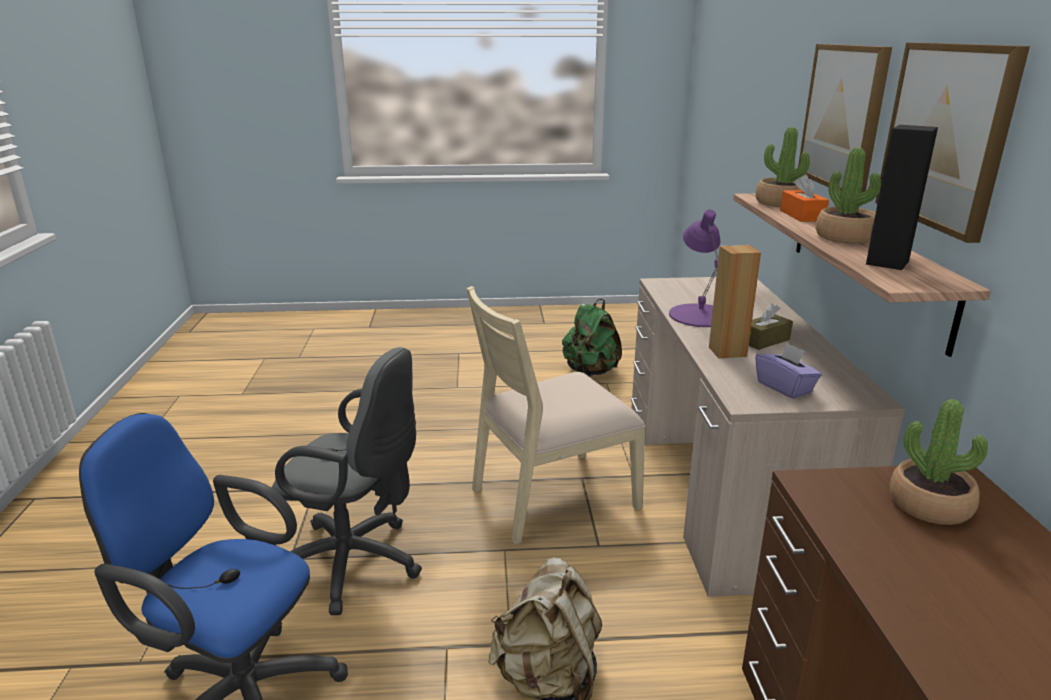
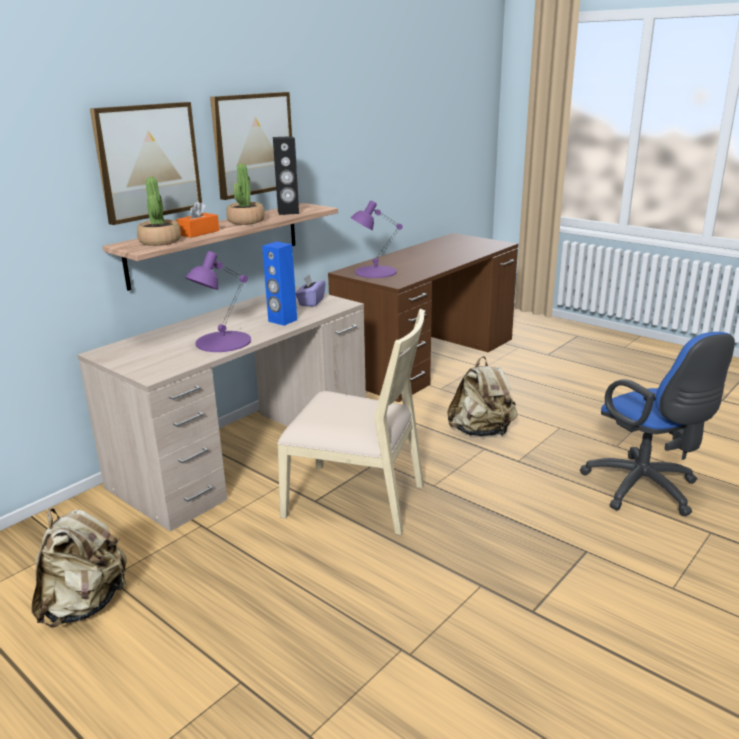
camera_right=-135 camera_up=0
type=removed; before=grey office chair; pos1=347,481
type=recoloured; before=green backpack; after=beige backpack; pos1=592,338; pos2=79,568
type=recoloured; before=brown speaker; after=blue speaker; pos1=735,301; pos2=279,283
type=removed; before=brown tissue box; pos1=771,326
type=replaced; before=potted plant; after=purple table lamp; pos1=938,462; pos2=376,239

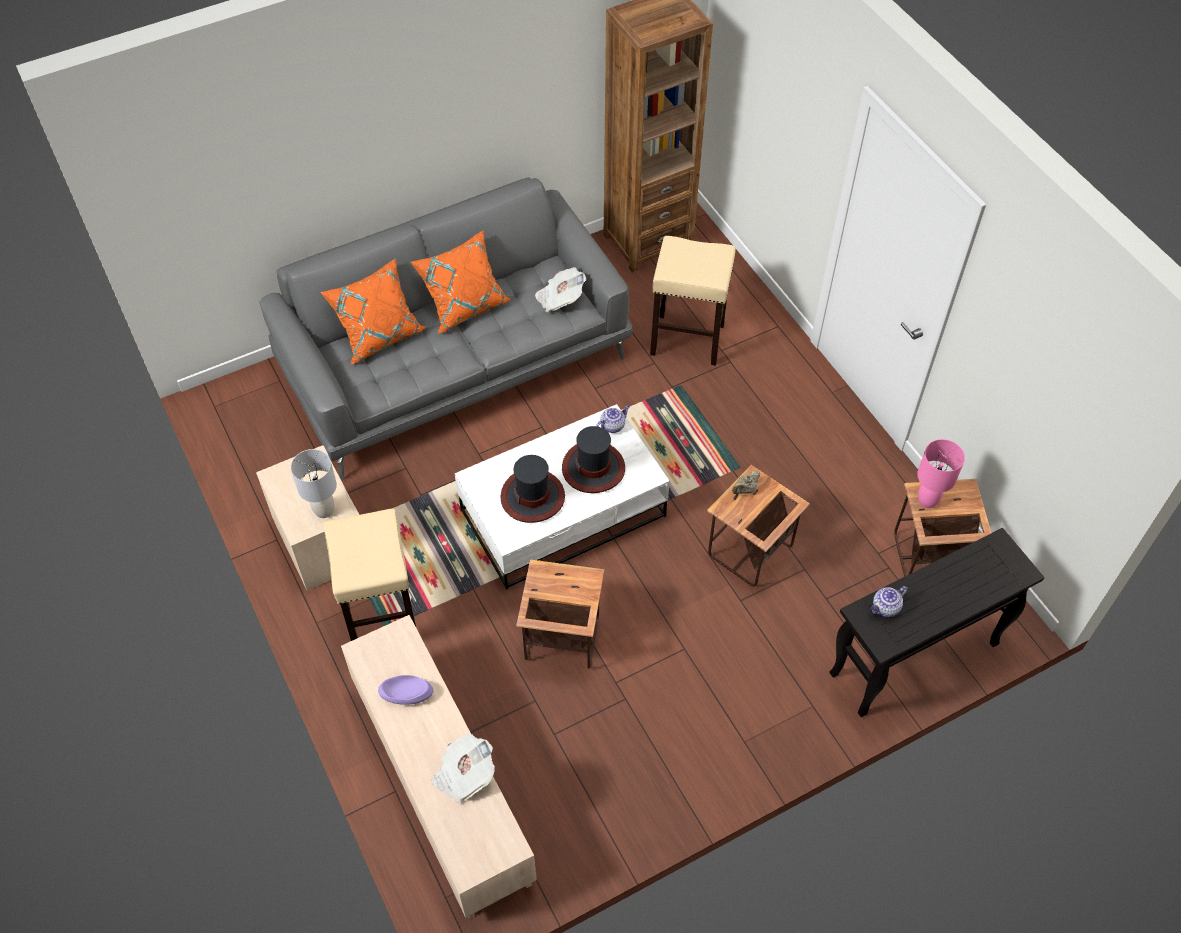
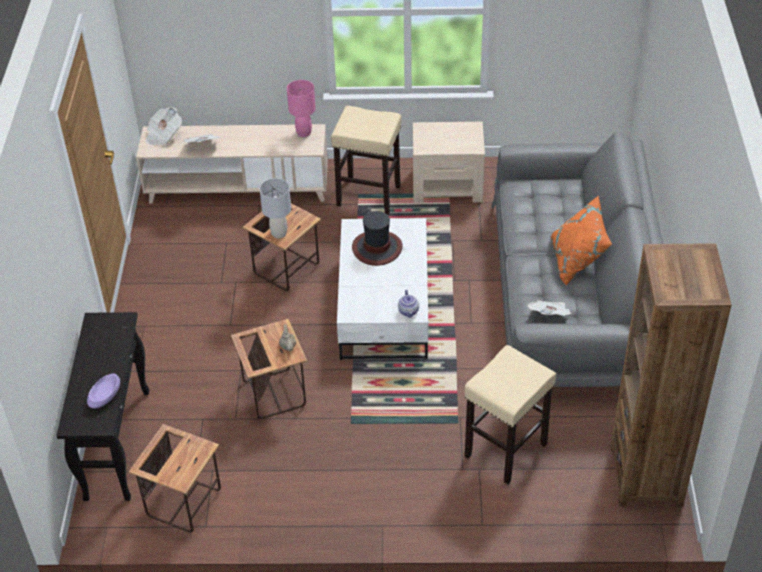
camera_right=120 camera_up=-10
type=moved; before=grey table lamp; pos1=314,483; pos2=275,208
type=removed; before=orange pillow; pos1=373,312
type=moved; before=purple bowl; pos1=405,690; pos2=103,391
type=removed; before=hat; pos1=593,459
type=removed; before=teapot; pos1=889,601
type=moved; before=pink table lamp; pos1=941,473; pos2=301,108
type=added; after=newspaper; pos2=163,126

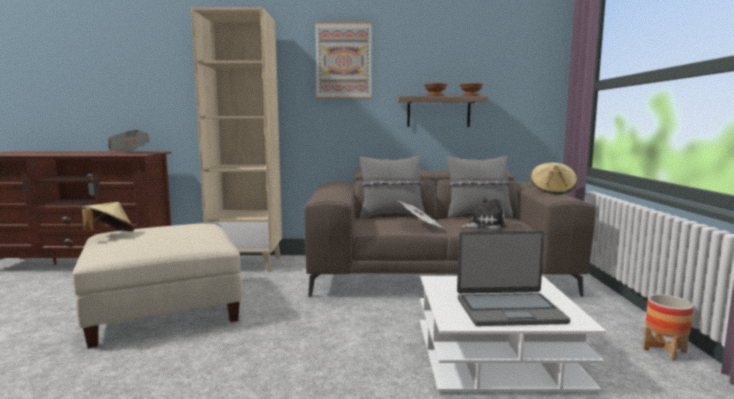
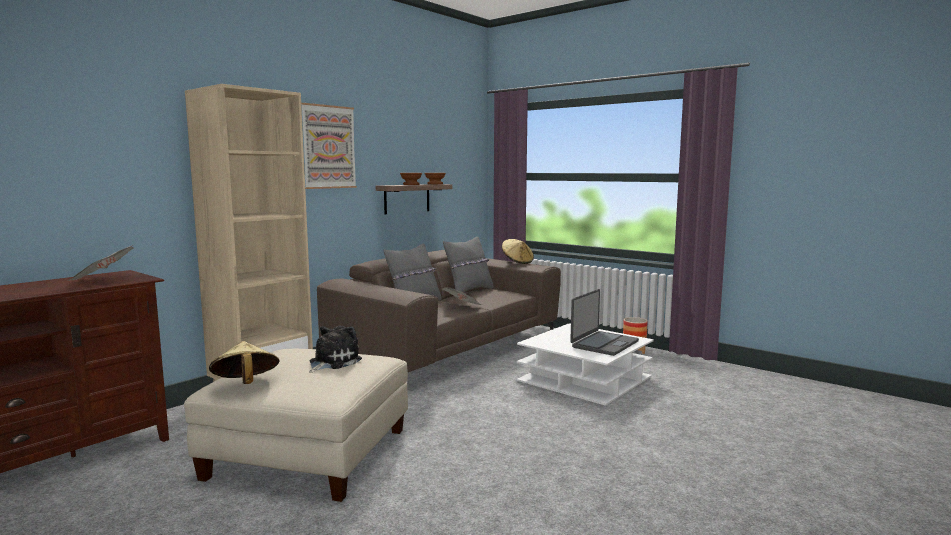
camera_right=-50 camera_up=0
type=moved; before=plush toy; pos1=483,213; pos2=335,349

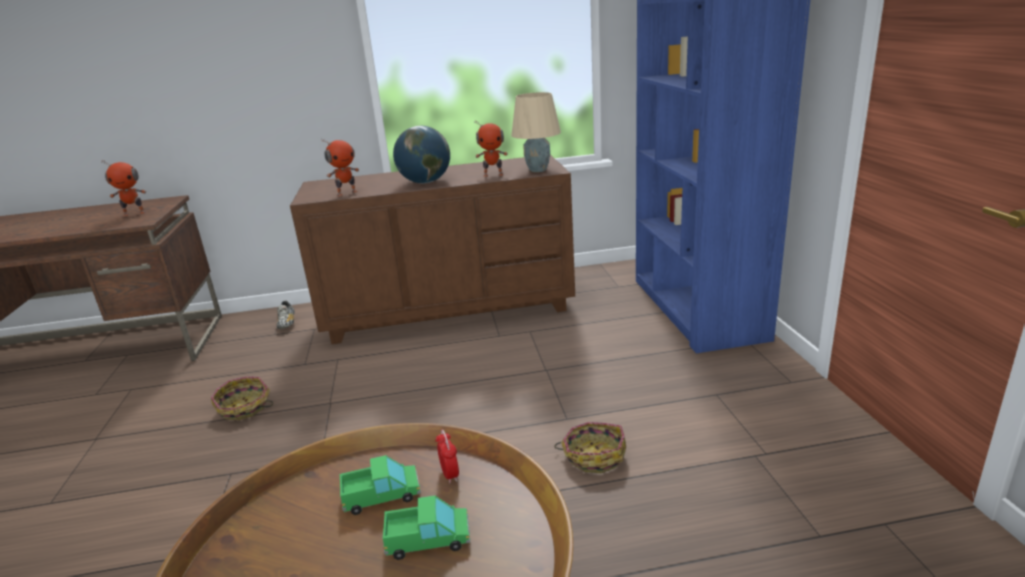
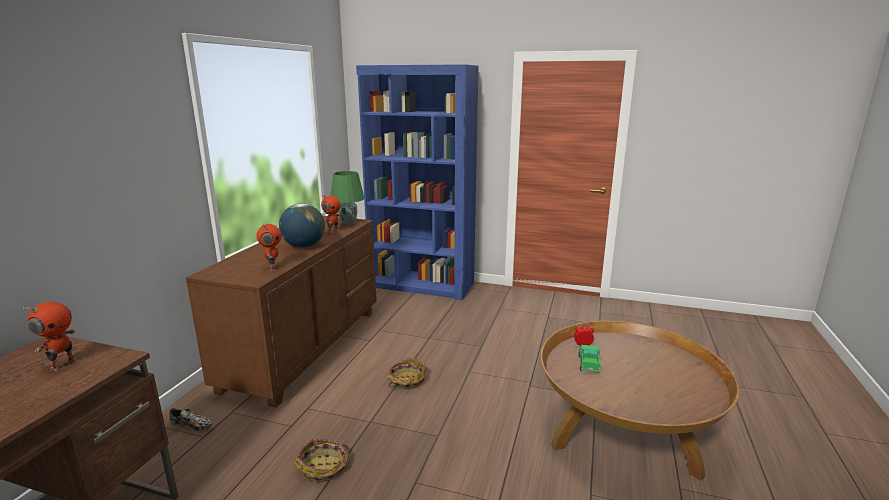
camera_right=-65 camera_up=-5
type=removed; before=toy truck; pos1=426,527
type=recoloured; before=beige table lamp; after=green table lamp; pos1=536,132; pos2=347,198
type=moved; before=basket; pos1=590,447; pos2=407,373

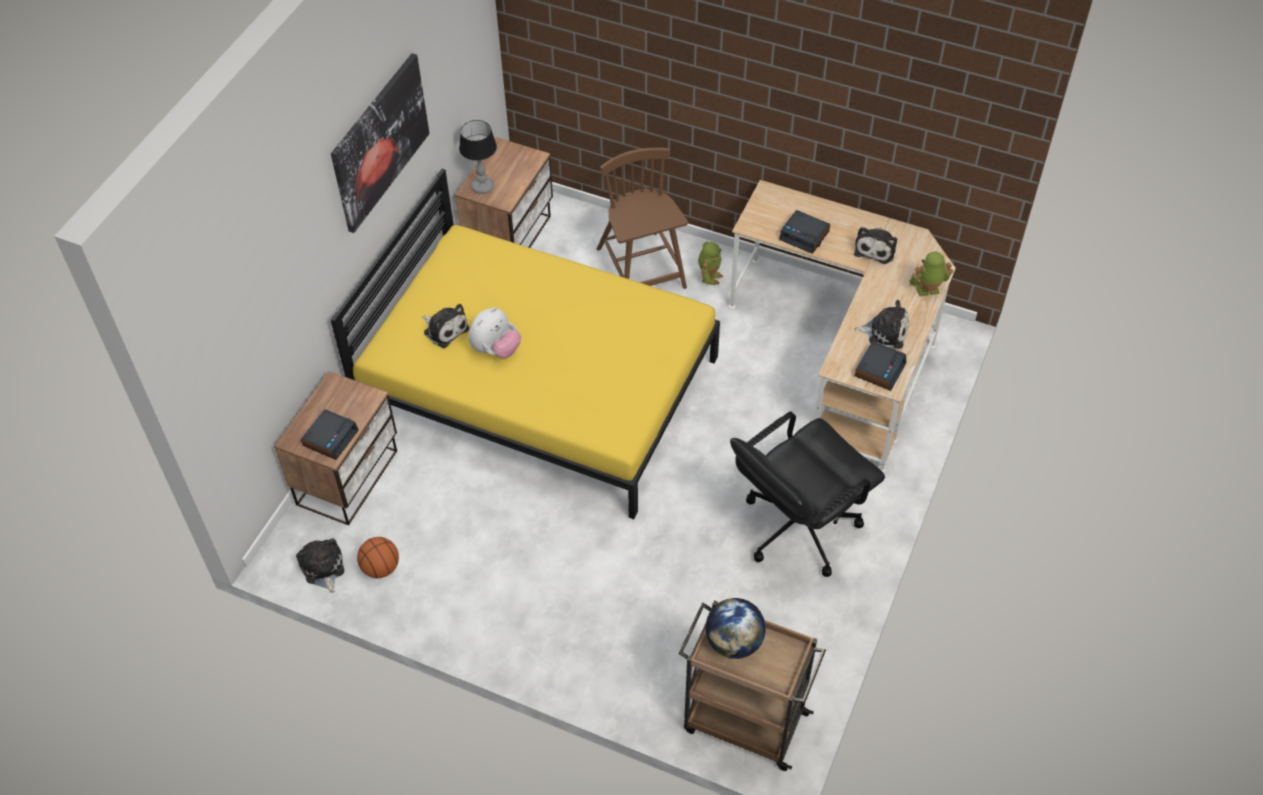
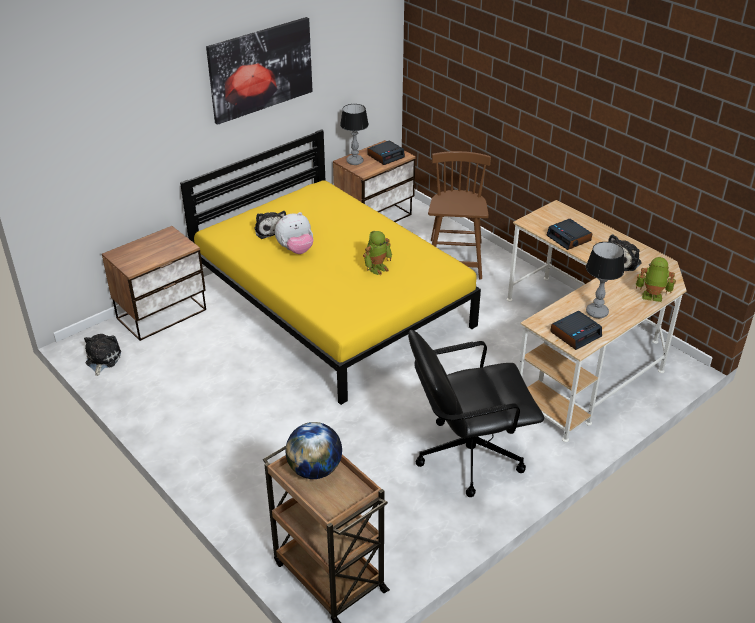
camera_right=25 camera_up=-15
type=moved; before=alarm clock; pos1=330,434; pos2=386,153
type=removed; before=basketball; pos1=378,557
type=moved; before=toy robot; pos1=710,263; pos2=377,253
type=replaced; before=plush toy; after=table lamp; pos1=881,324; pos2=605,280

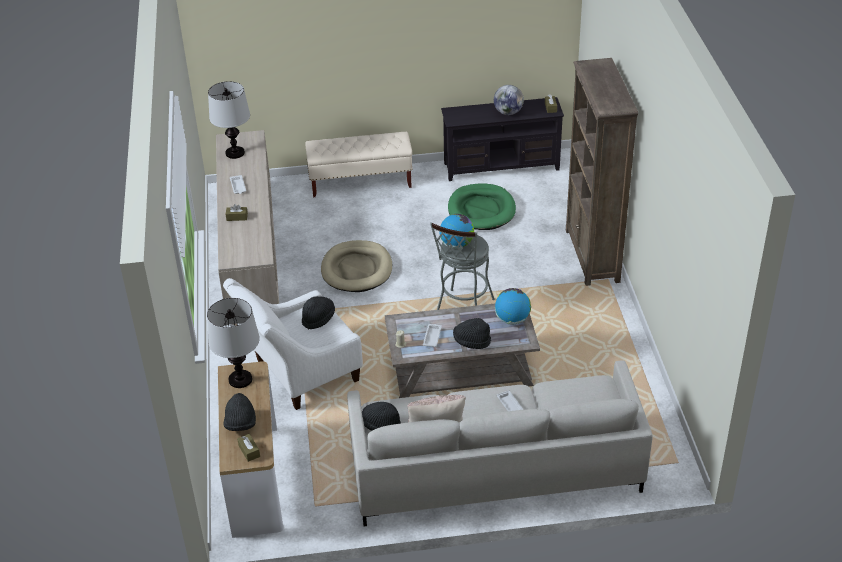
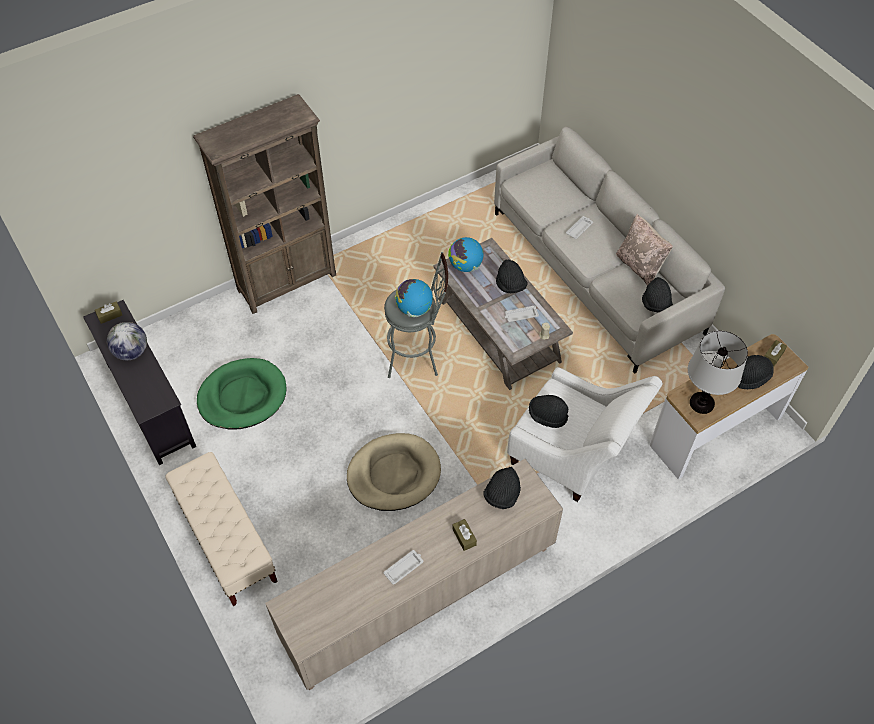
camera_right=-115 camera_up=15
type=removed; before=table lamp; pos1=229,120
type=added; after=black hat; pos2=502,488

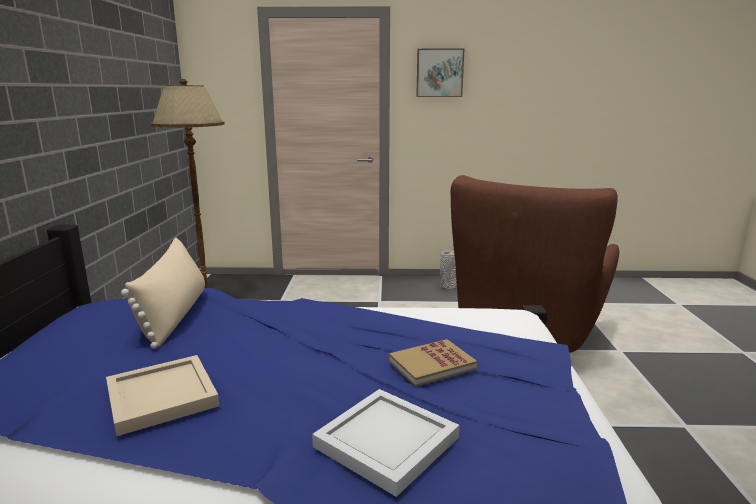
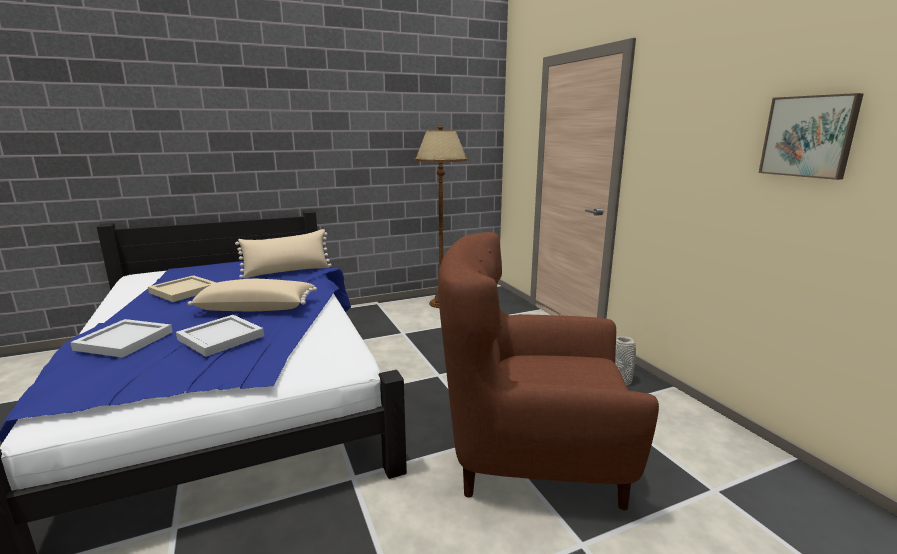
camera_right=65 camera_up=0
type=replaced; before=book; after=white tray; pos1=433,363; pos2=220,336
type=moved; before=picture; pos1=440,73; pos2=811,136
type=added; after=beige pillow; pos2=252,295

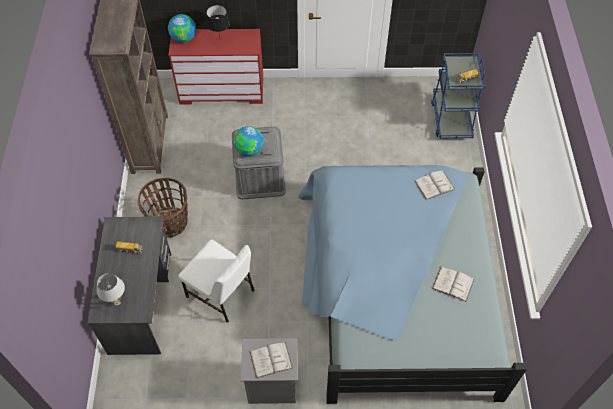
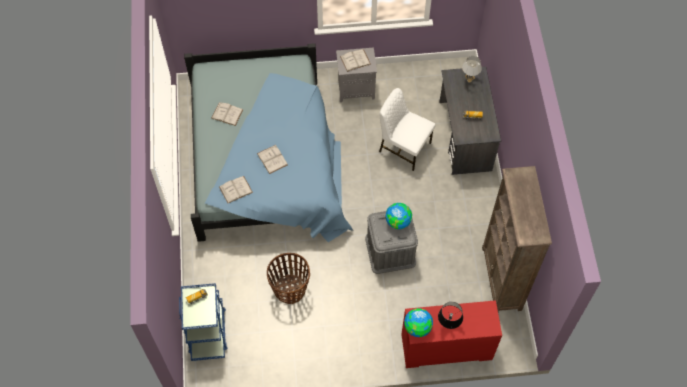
camera_right=175 camera_up=5
type=moved; before=basket; pos1=163,207; pos2=288,278
type=moved; before=globe; pos1=182,28; pos2=418,322
type=added; after=white book; pos2=272,159

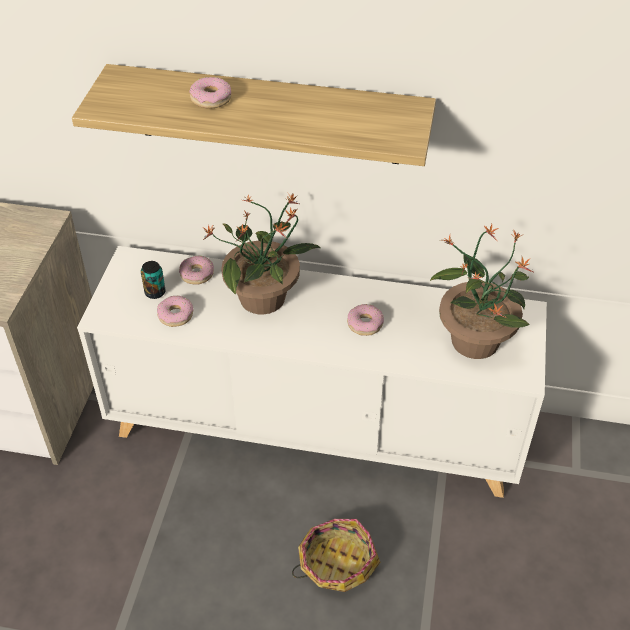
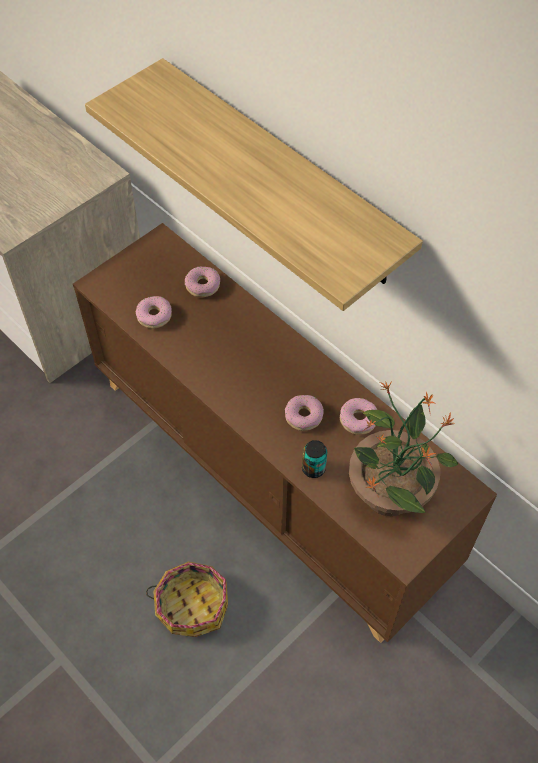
camera_right=35 camera_up=10
type=recoloured; before=white cabinet; after=brown cabinet; pos1=312,372; pos2=285,433
type=moved; before=can; pos1=153,280; pos2=314,459
type=moved; before=donut; pos1=210,92; pos2=358,416
type=removed; before=potted plant; pos1=261,254

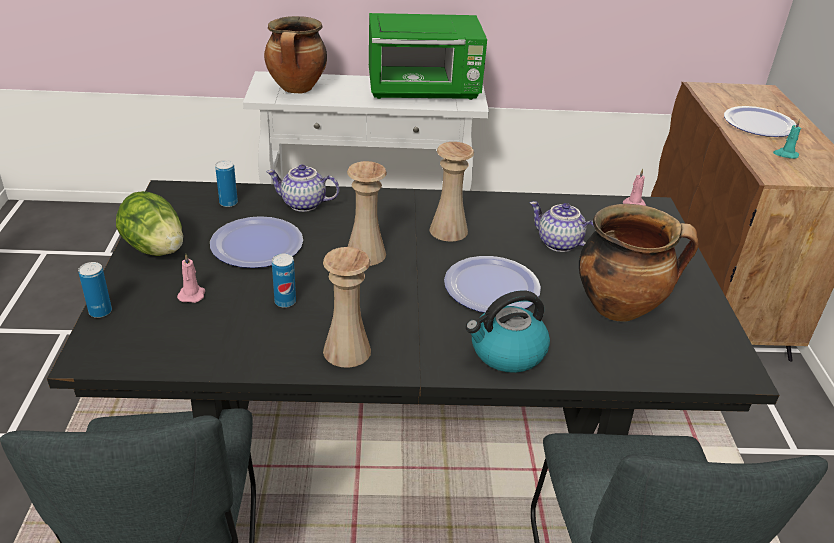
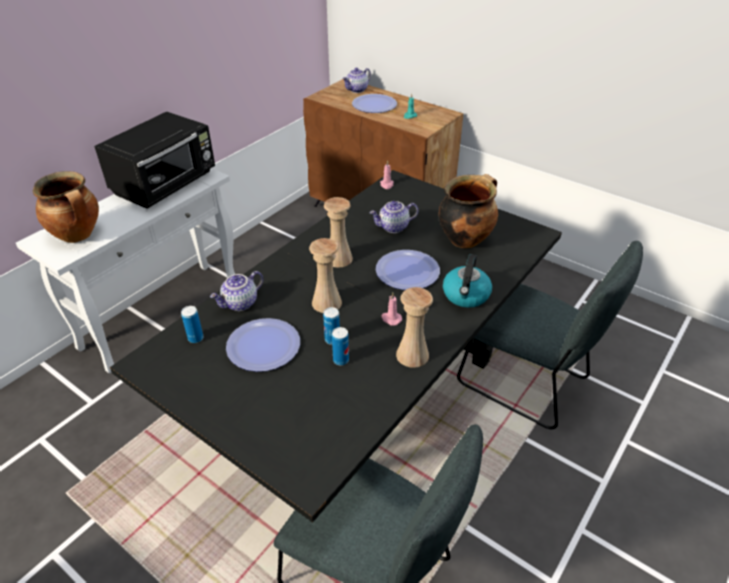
camera_right=-50 camera_up=5
type=moved; before=can; pos1=95,290; pos2=331,326
type=removed; before=lettuce; pos1=149,223
type=moved; before=pink candle; pos1=191,278; pos2=392,309
type=recoloured; before=green microwave; after=black microwave; pos1=428,56; pos2=154,160
type=added; after=teapot; pos2=356,80

